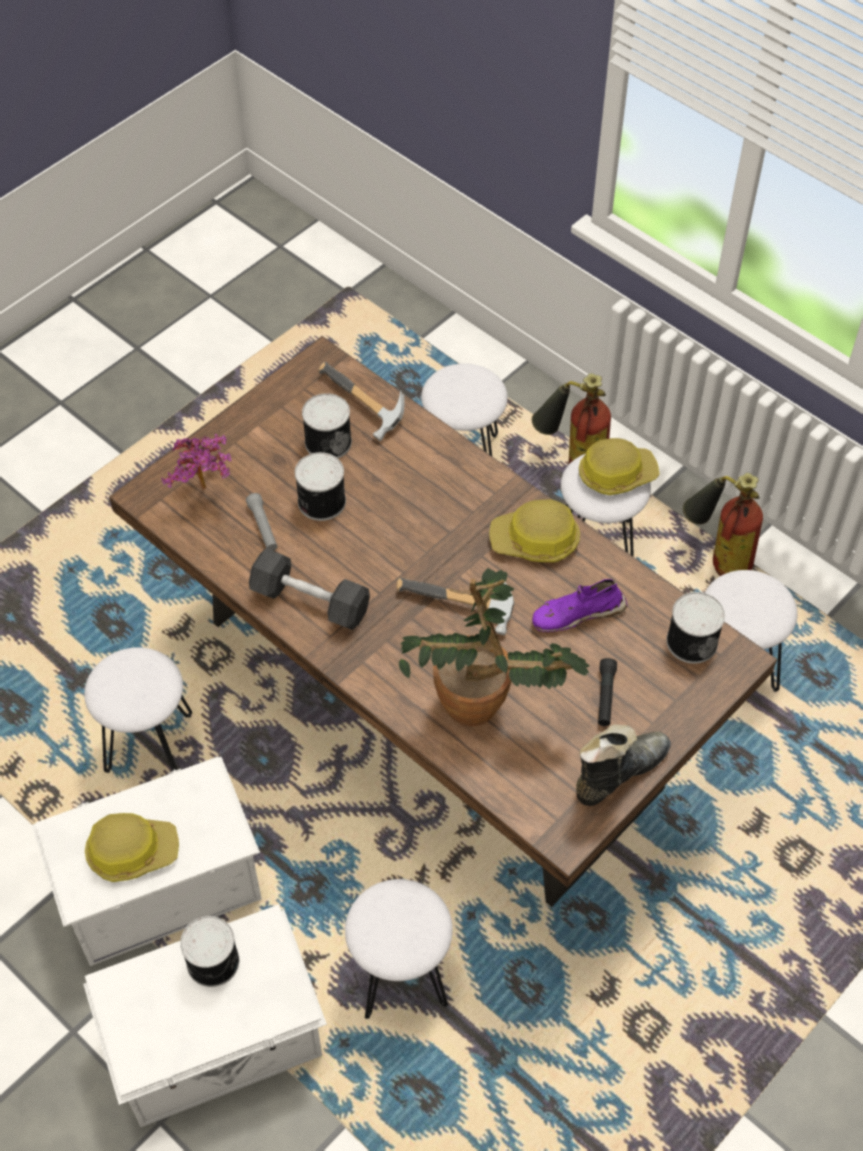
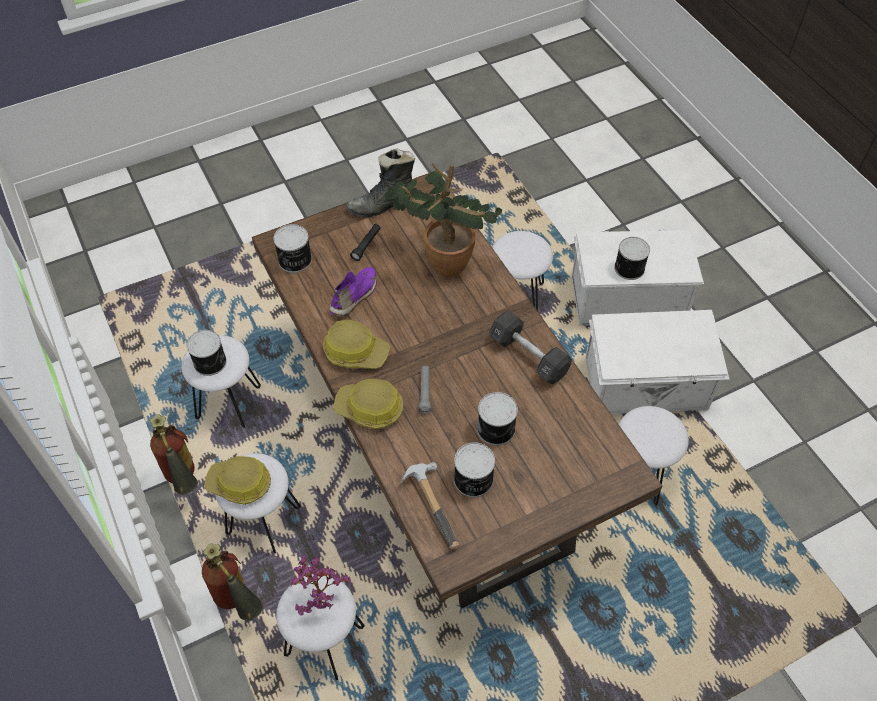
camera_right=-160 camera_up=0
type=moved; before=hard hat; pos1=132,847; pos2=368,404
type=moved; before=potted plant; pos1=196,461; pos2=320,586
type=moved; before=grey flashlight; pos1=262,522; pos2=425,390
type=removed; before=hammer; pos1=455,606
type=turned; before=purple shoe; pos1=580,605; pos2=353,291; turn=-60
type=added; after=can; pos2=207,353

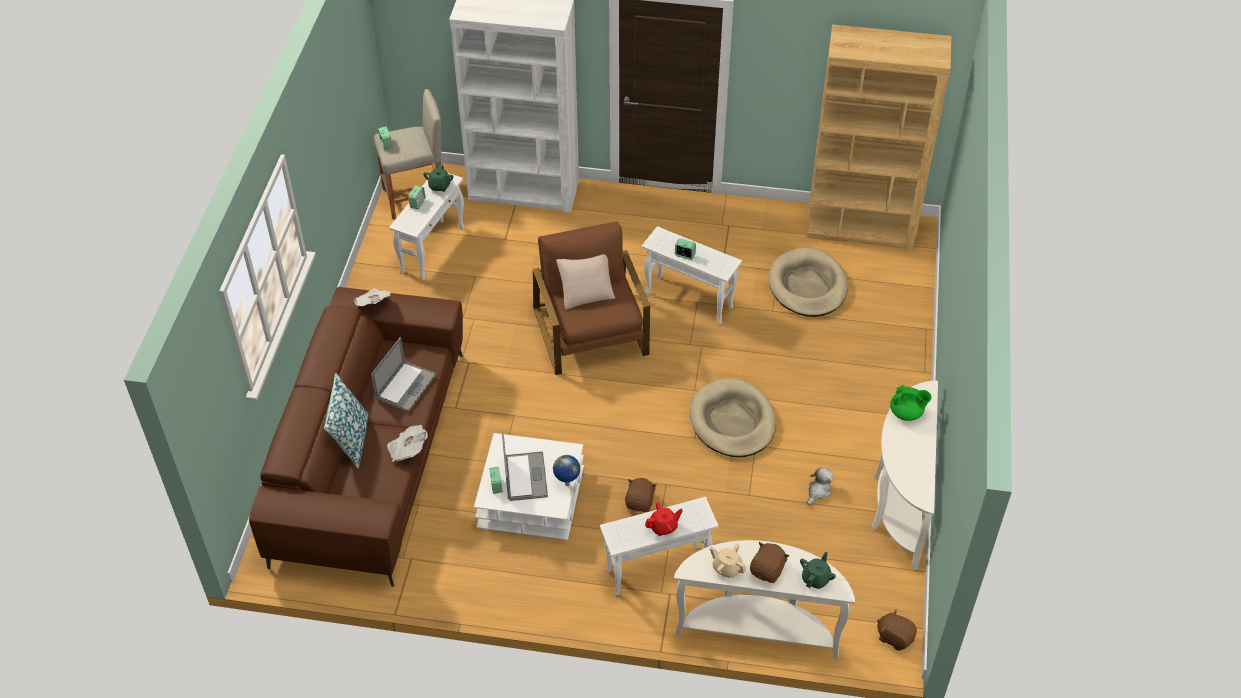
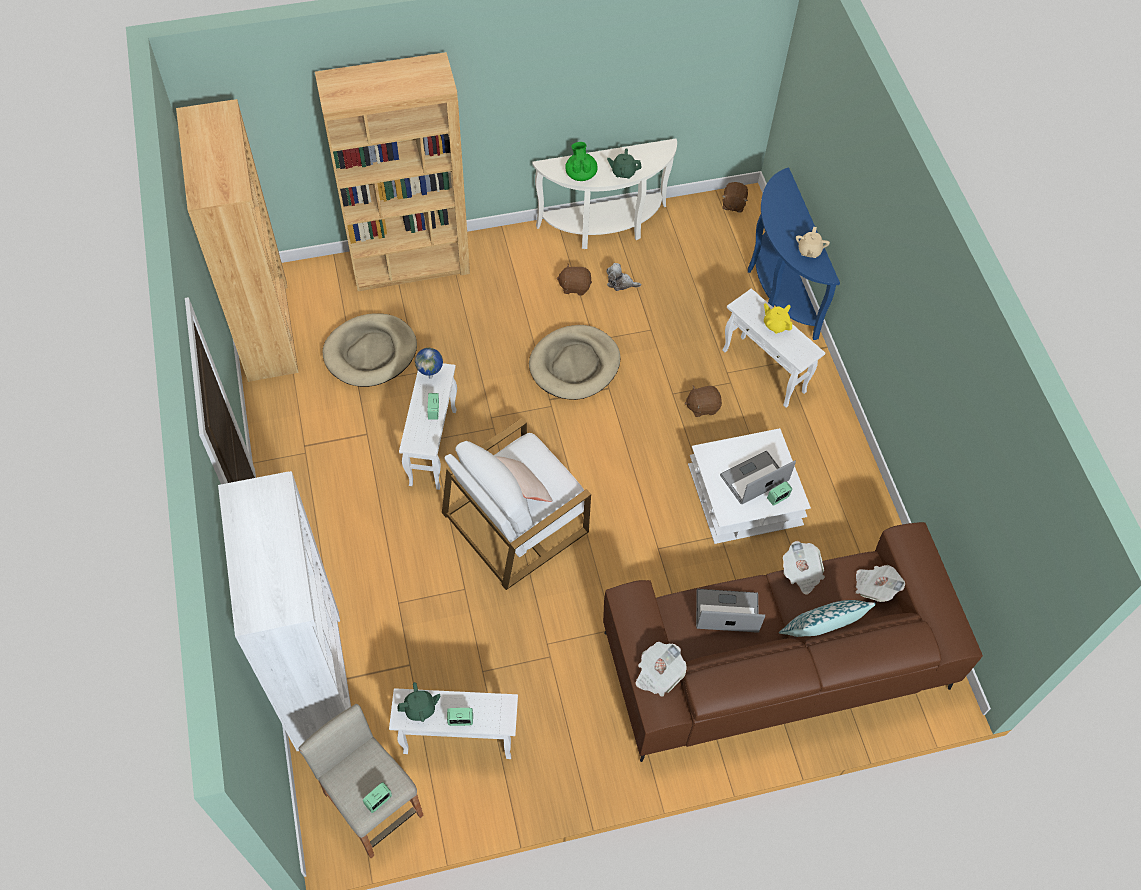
camera_right=-115 camera_up=10
type=recoloured; before=brown armchair; after=white armchair; pos1=591,298; pos2=516,504
type=moved; before=globe; pos1=566,470; pos2=429,363
type=recoloured; before=red teapot; after=yellow teapot; pos1=664,519; pos2=778,318
type=recoloured; before=white console table; after=blue console table; pos1=764,599; pos2=794,254
type=moved; before=brown plush toy; pos1=769,562; pos2=574,280
type=moved; before=green teapot; pos1=818,570; pos2=624,163
type=added; after=brown bookcase; pos2=392,171
type=added; after=newspaper; pos2=880,583

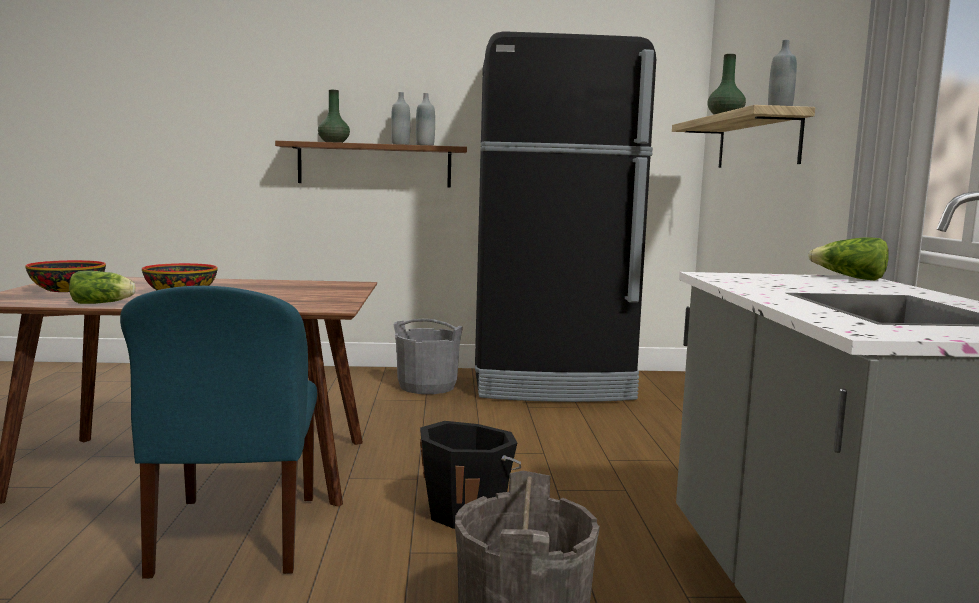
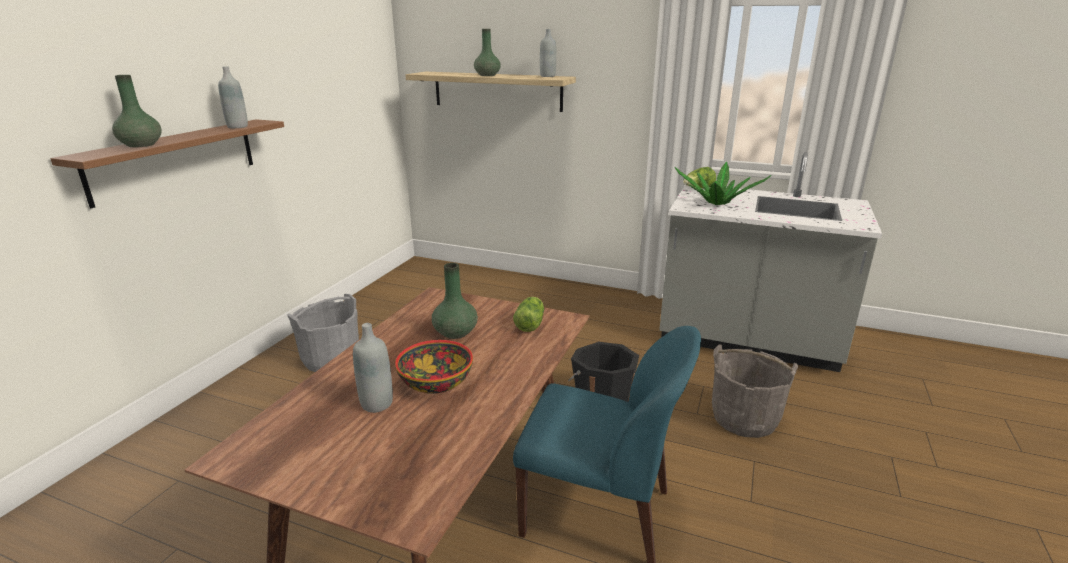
camera_right=-65 camera_up=15
type=removed; before=bowl; pos1=65,276
type=moved; before=lettuce; pos1=102,287; pos2=528,314
type=moved; before=grey bottle; pos1=400,118; pos2=373,368
type=removed; before=black fridge; pos1=565,216
type=added; after=green vase; pos2=455,301
type=added; after=potted plant; pos2=722,183

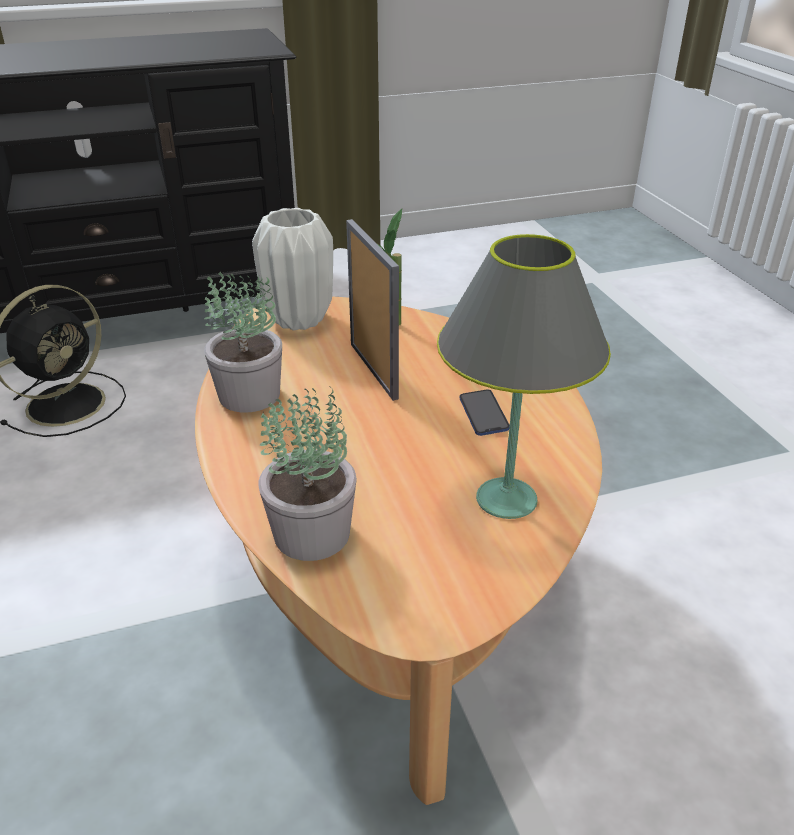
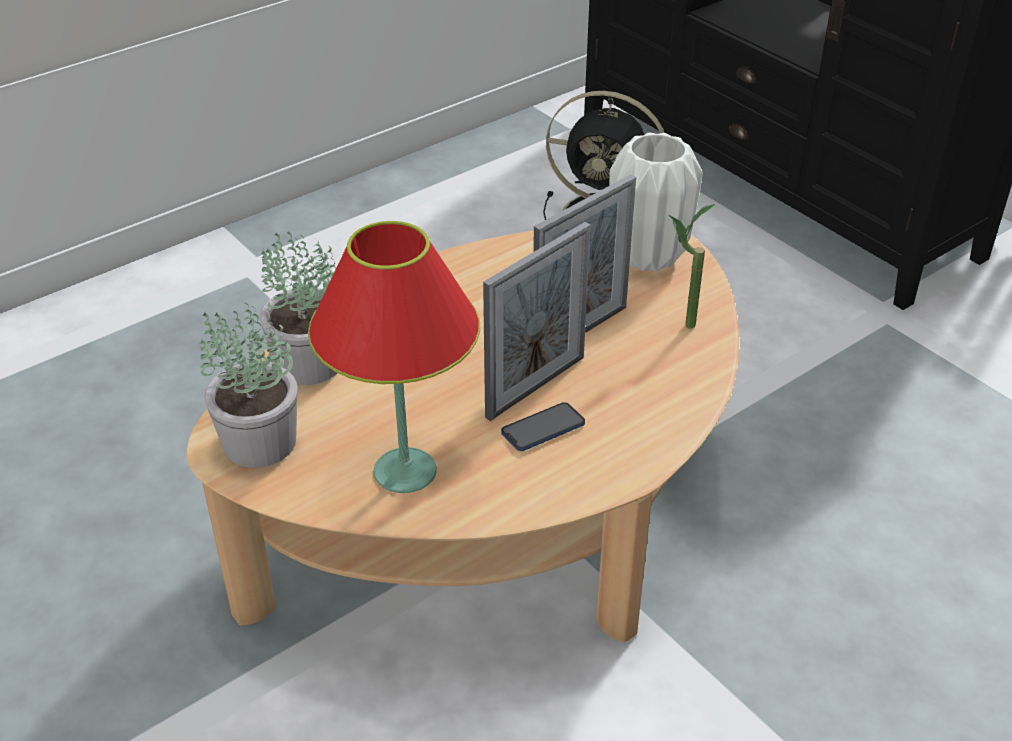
camera_right=70 camera_up=5
type=moved; before=potted plant; pos1=243,341; pos2=249,385
type=recoloured; before=grey table lamp; after=red table lamp; pos1=524,376; pos2=394,357
type=added; after=picture frame; pos2=537,321

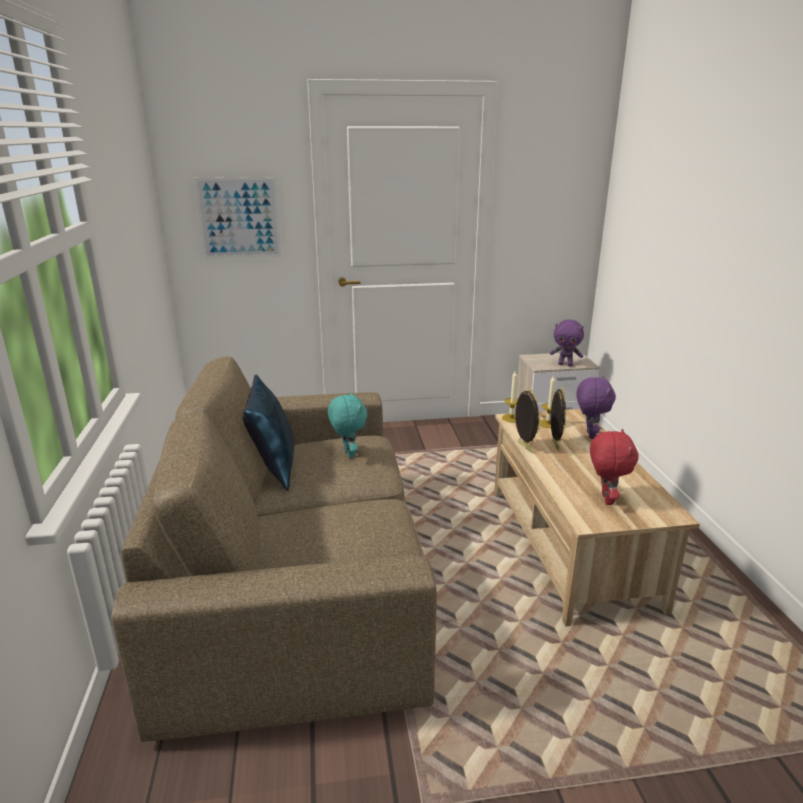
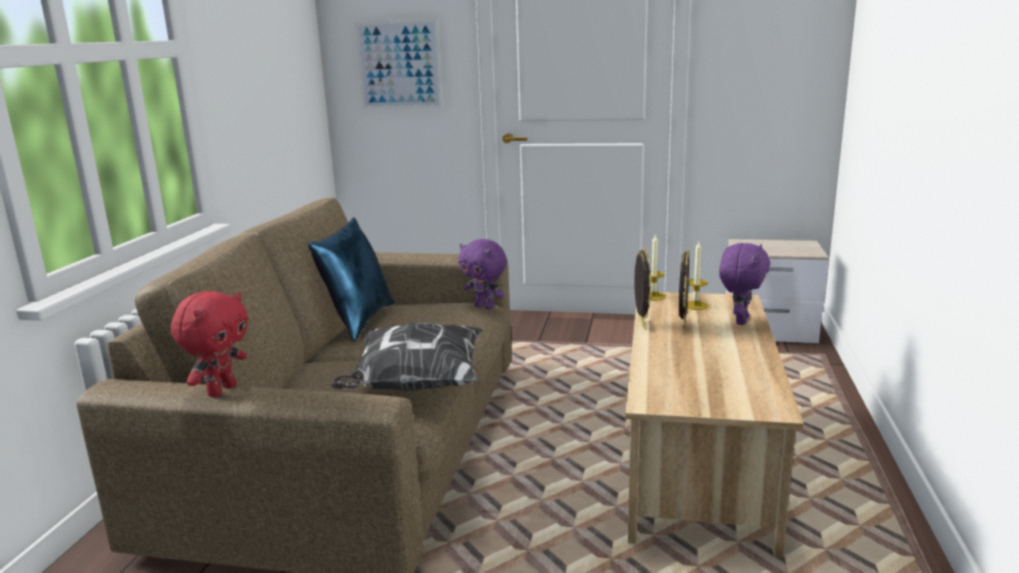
camera_right=20 camera_up=-5
type=removed; before=turquoise plush toy; pos1=347,425
type=moved; before=purple plush toy; pos1=567,343; pos2=482,274
type=moved; before=red plush toy; pos1=614,467; pos2=209,344
type=added; after=pillow; pos2=407,357

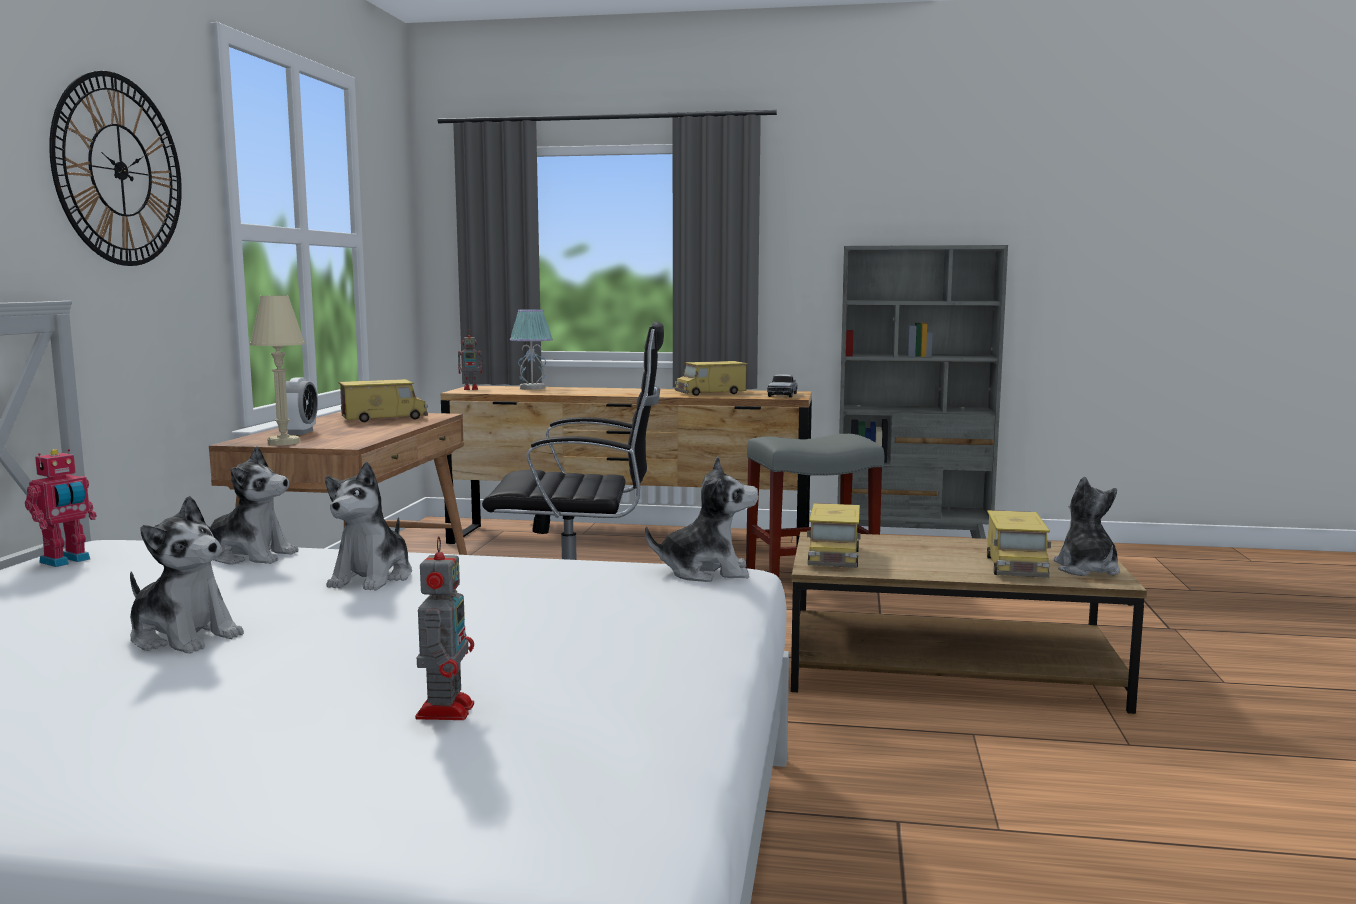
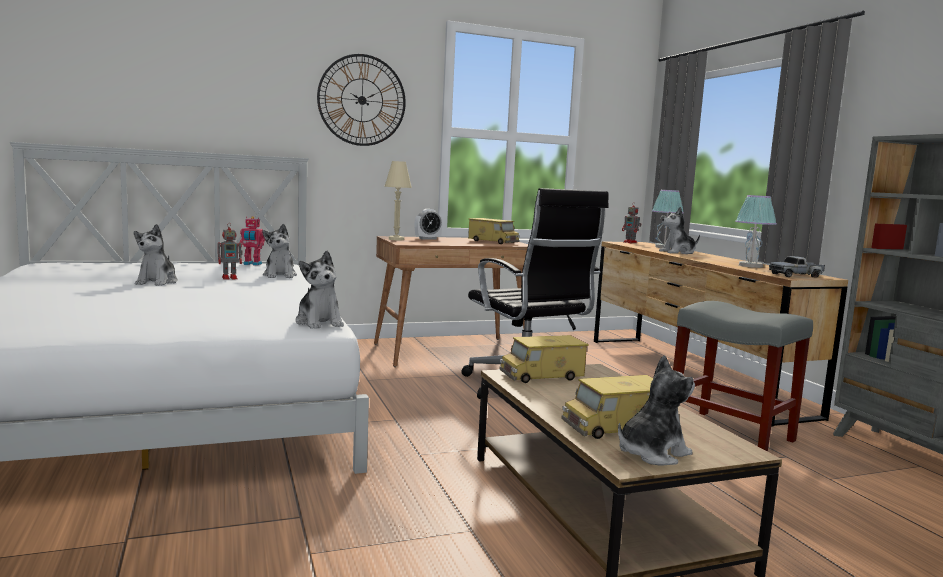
camera_right=60 camera_up=0
type=moved; before=plush toy; pos1=368,526; pos2=679,230
type=moved; before=toy robot; pos1=444,628; pos2=230,251
type=replaced; before=toy truck; after=table lamp; pos1=711,378; pos2=755,231

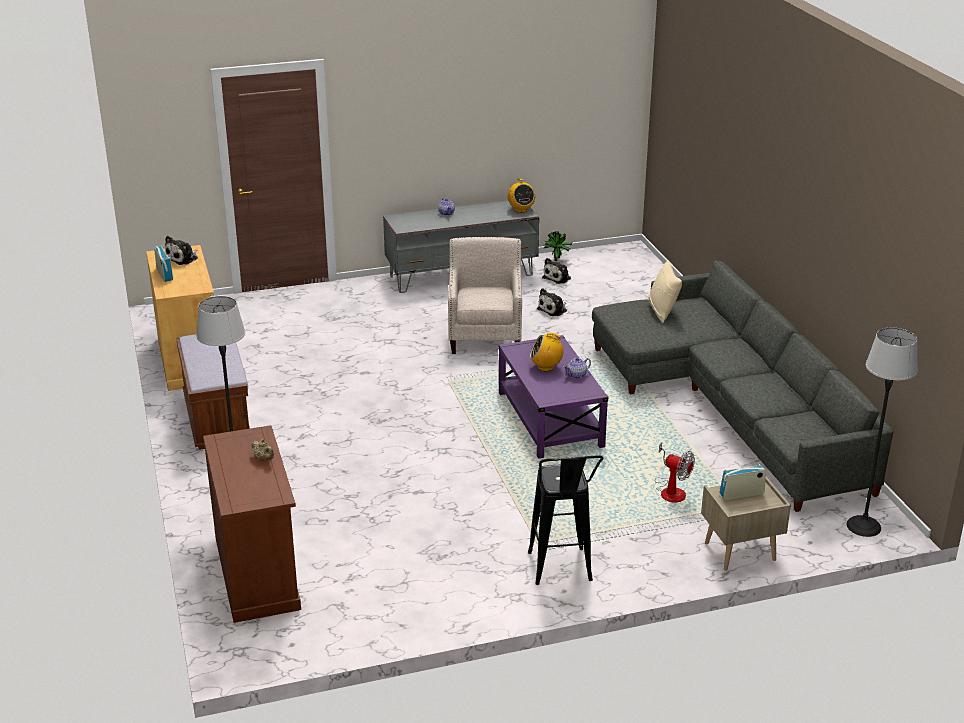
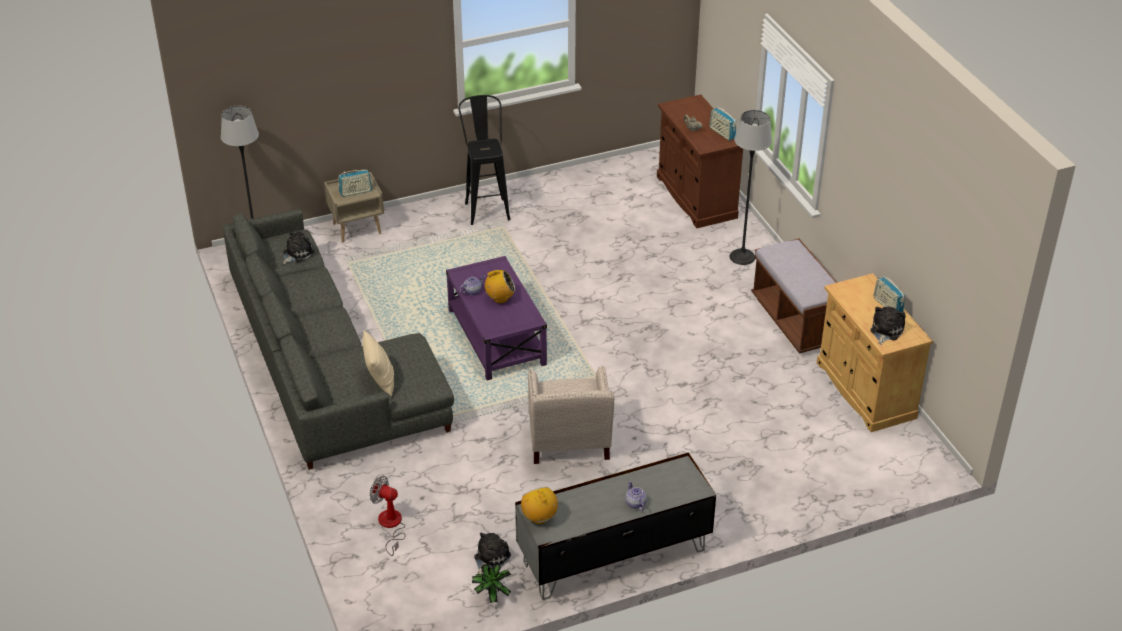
camera_right=175 camera_up=10
type=moved; before=plush toy; pos1=552,302; pos2=299,247
type=moved; before=fan; pos1=675,472; pos2=387,516
type=added; after=radio; pos2=722,123

